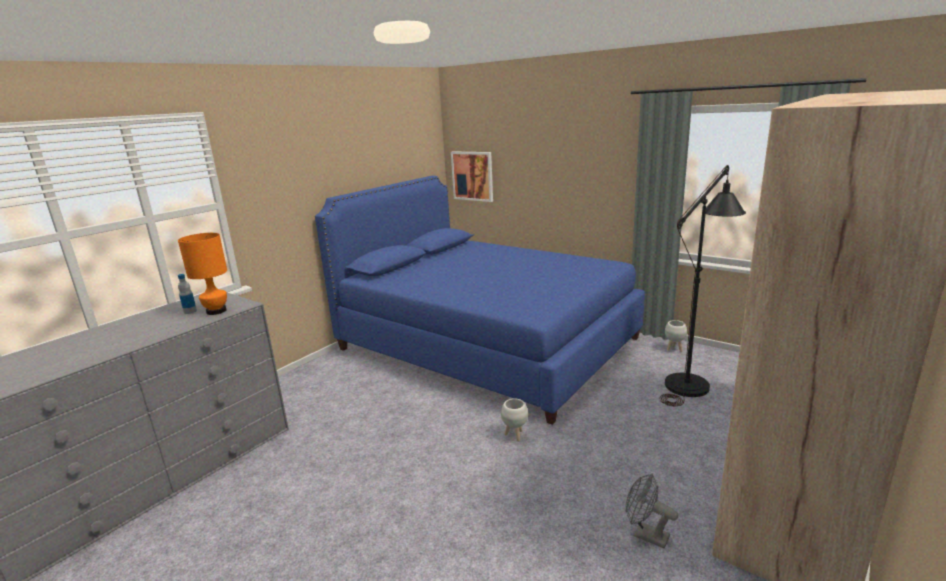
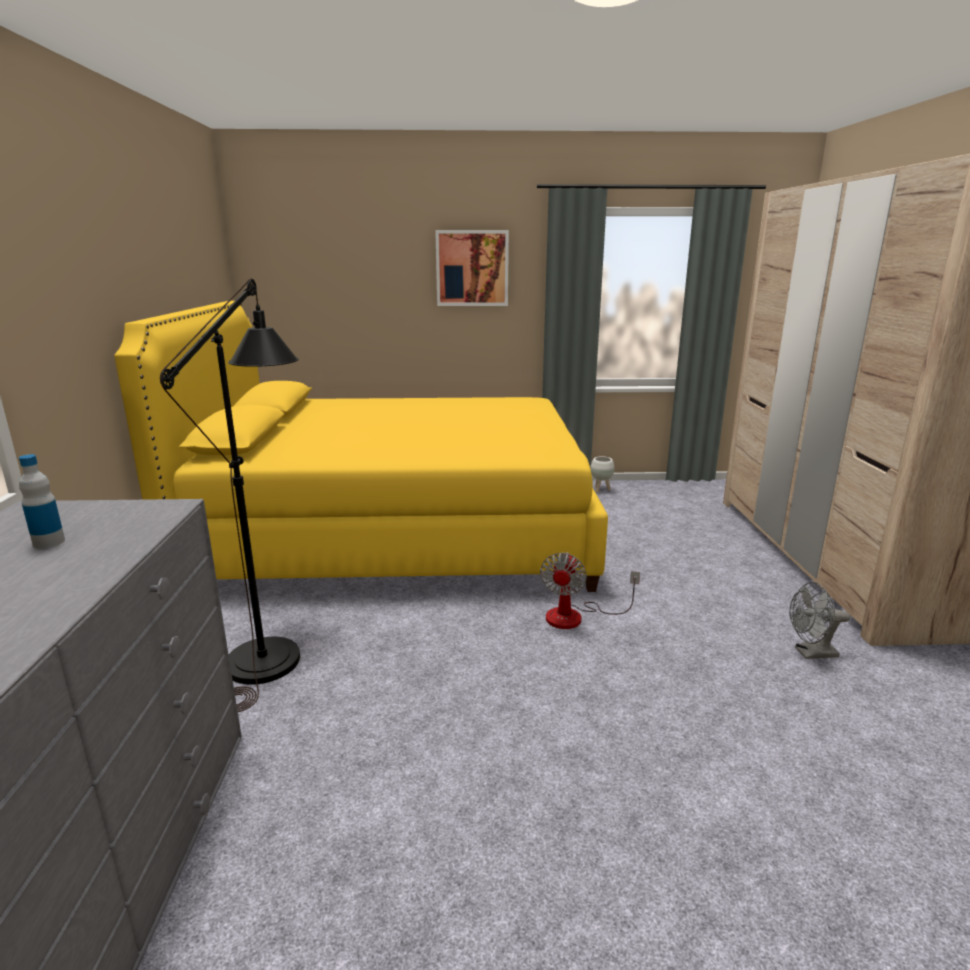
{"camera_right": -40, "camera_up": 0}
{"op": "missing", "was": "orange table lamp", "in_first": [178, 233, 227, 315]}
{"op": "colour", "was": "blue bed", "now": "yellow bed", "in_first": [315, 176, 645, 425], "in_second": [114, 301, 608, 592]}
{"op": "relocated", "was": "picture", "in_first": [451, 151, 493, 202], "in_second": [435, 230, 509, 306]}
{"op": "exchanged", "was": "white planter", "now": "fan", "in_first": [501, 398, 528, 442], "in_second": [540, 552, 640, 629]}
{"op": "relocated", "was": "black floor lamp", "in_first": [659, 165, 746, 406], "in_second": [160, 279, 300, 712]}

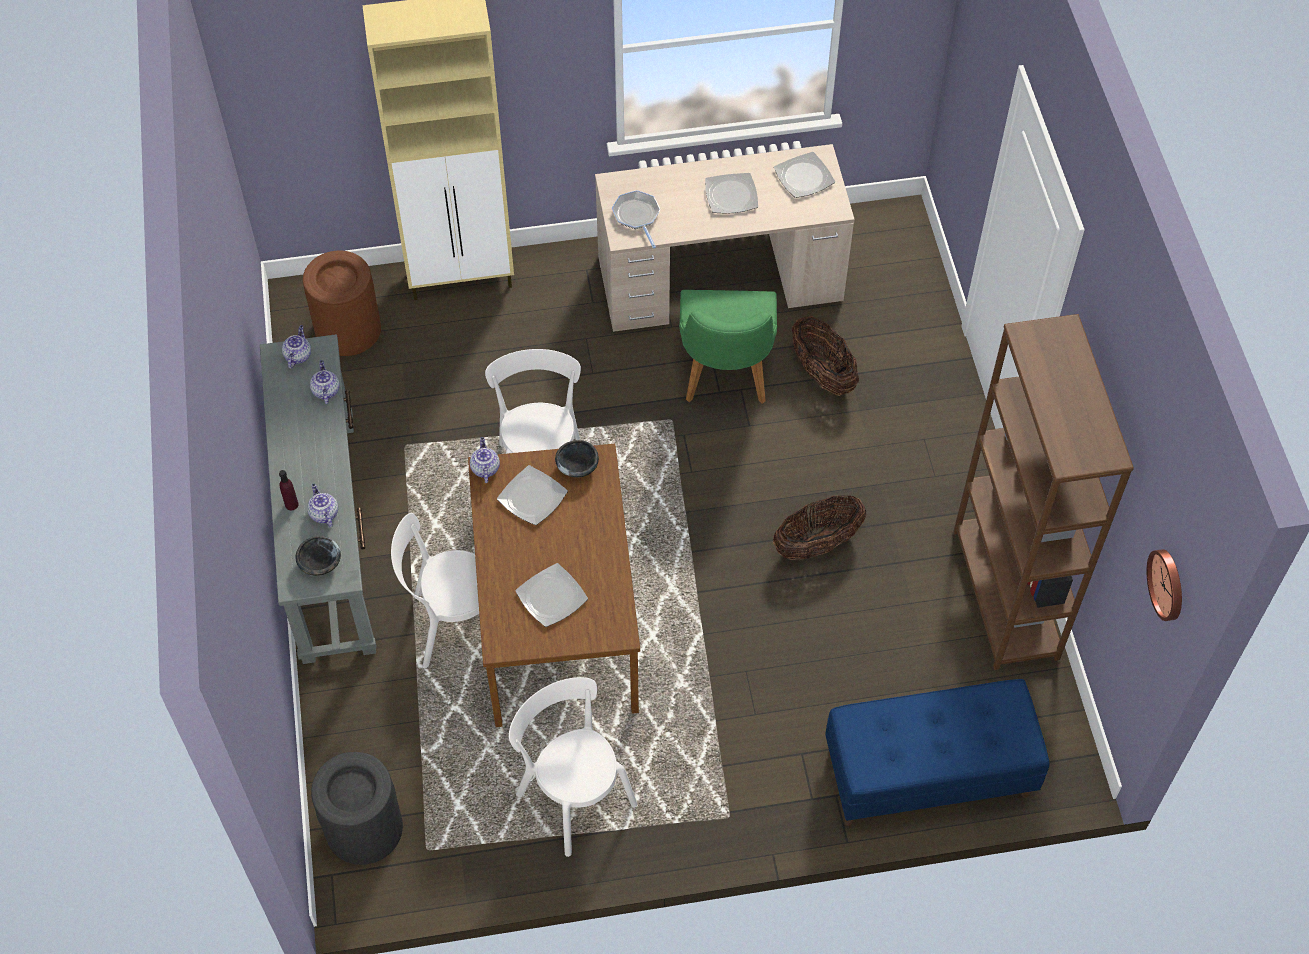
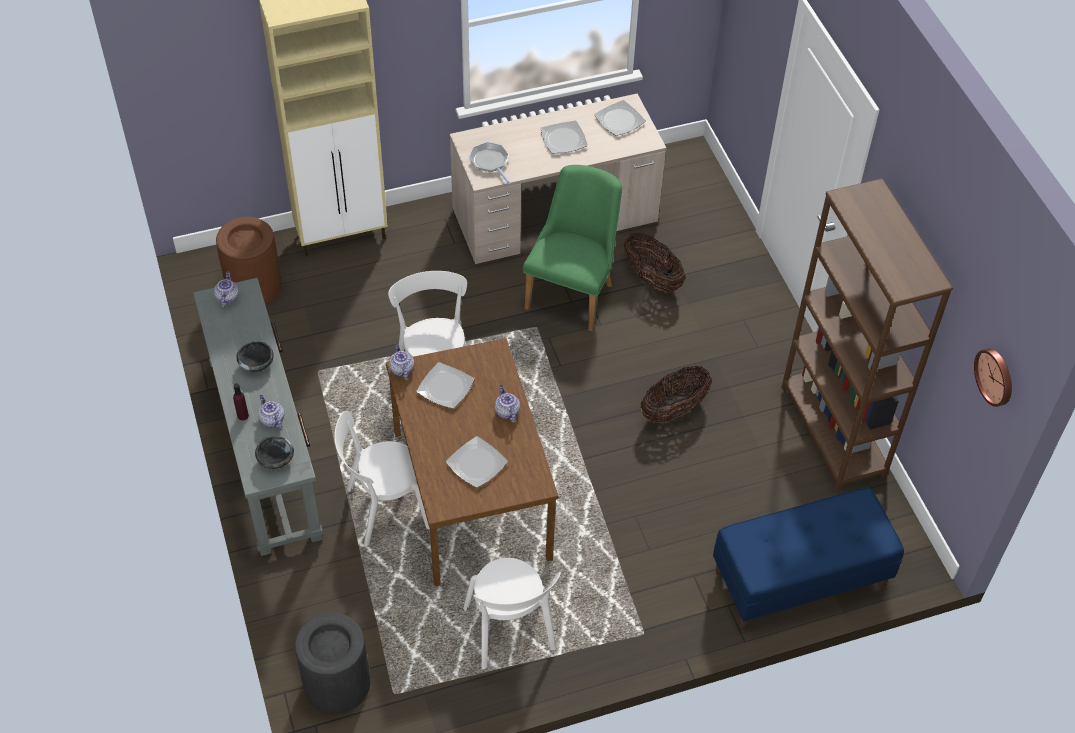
{"camera_right": -10, "camera_up": -5}
{"op": "relocated", "was": "teapot", "in_first": [310, 360, 340, 404], "in_second": [495, 385, 520, 423]}
{"op": "spun", "was": "white chair", "in_first": [509, 677, 637, 857], "in_second": [463, 558, 561, 669], "clockwise": -150}
{"op": "relocated", "was": "black bowl", "in_first": [555, 440, 599, 477], "in_second": [236, 341, 274, 372]}
{"op": "spun", "was": "green chair", "in_first": [679, 290, 777, 404], "in_second": [523, 165, 622, 331], "clockwise": -150}

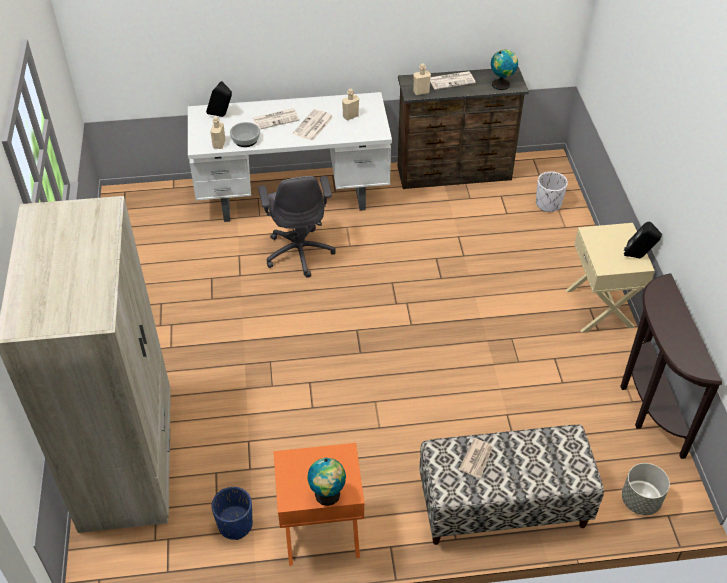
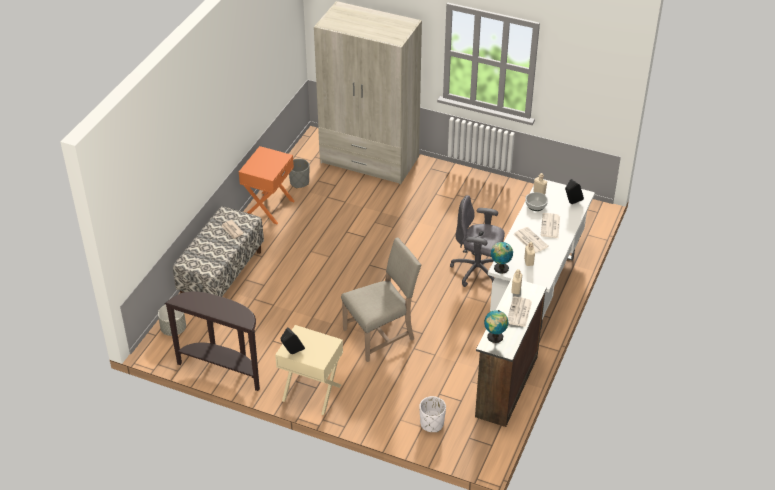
{"camera_right": 120, "camera_up": -5}
{"op": "colour", "was": "blue planter", "now": "grey planter", "in_first": [211, 487, 253, 540], "in_second": [289, 159, 309, 188]}
{"op": "relocated", "was": "globe", "in_first": [307, 458, 346, 506], "in_second": [491, 242, 513, 274]}
{"op": "appeared", "now": "beige chair", "in_second": [341, 238, 421, 362]}

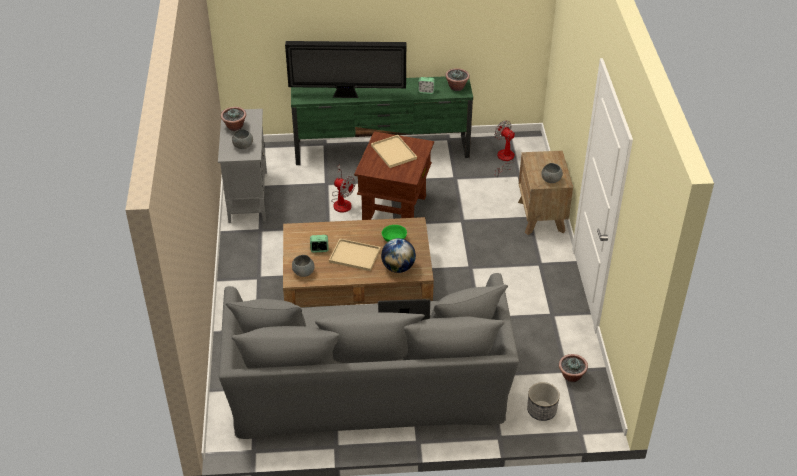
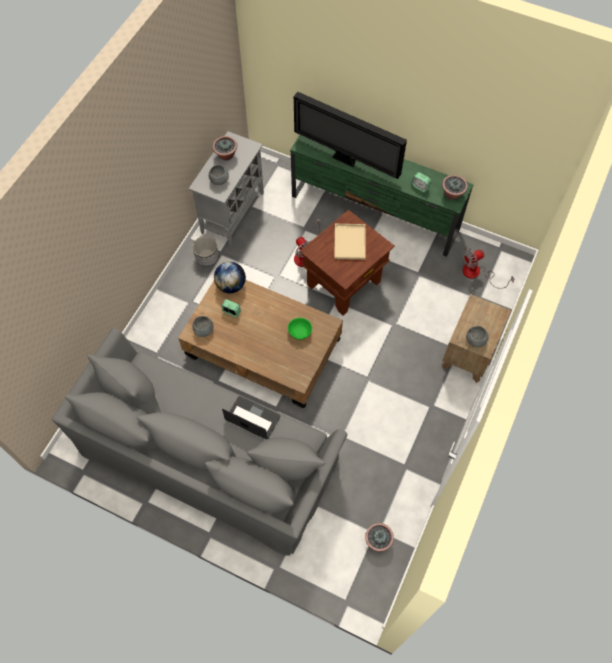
{"camera_right": 30, "camera_up": 20}
{"op": "missing", "was": "beige tray", "in_first": [329, 239, 381, 271]}
{"op": "relocated", "was": "globe", "in_first": [381, 238, 416, 273], "in_second": [214, 262, 246, 293]}
{"op": "spun", "was": "fan", "in_first": [494, 120, 515, 177], "in_second": [463, 248, 515, 289], "clockwise": -105}
{"op": "relocated", "was": "planter", "in_first": [527, 382, 560, 421], "in_second": [192, 236, 218, 266]}

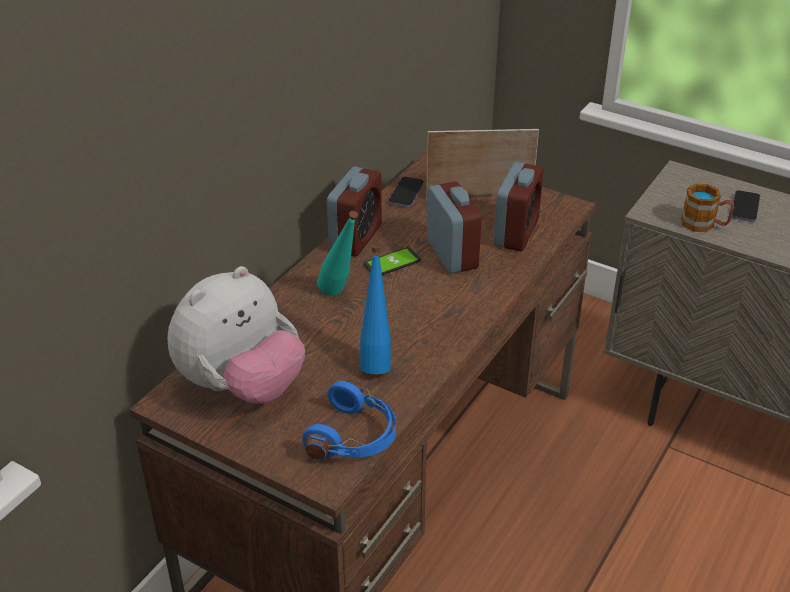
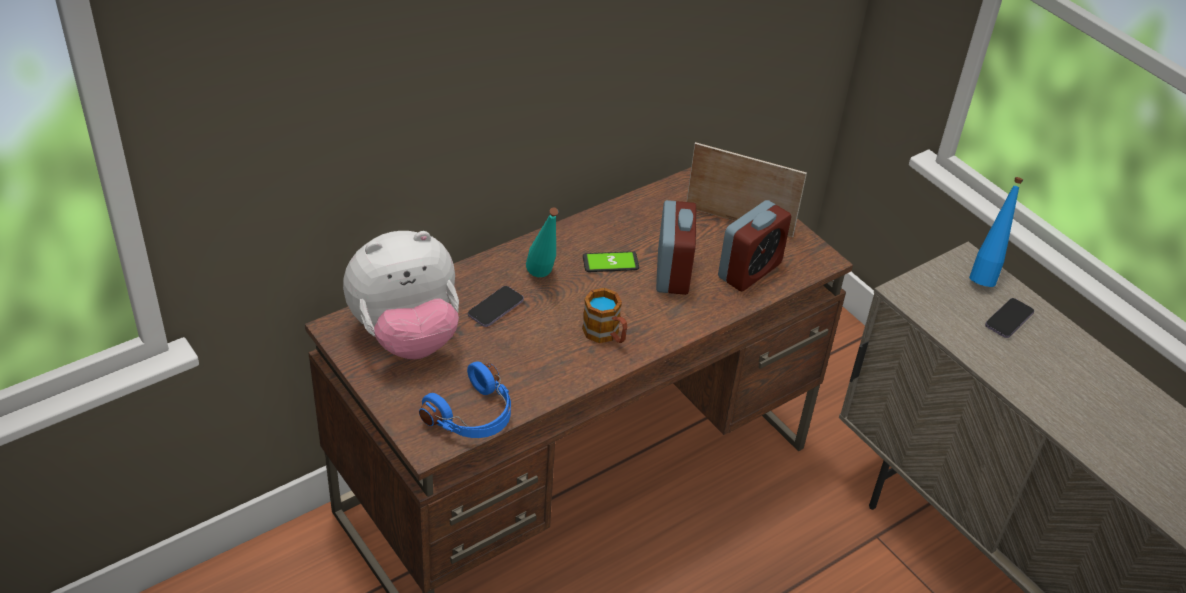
{"camera_right": 20, "camera_up": 5}
{"op": "missing", "was": "alarm clock", "in_first": [327, 167, 382, 257]}
{"op": "relocated", "was": "blue bottle", "in_first": [360, 246, 391, 374], "in_second": [969, 177, 1023, 287]}
{"op": "relocated", "was": "phone", "in_first": [389, 177, 424, 207], "in_second": [468, 286, 524, 327]}
{"op": "relocated", "was": "mug", "in_first": [681, 184, 734, 232], "in_second": [582, 288, 627, 343]}

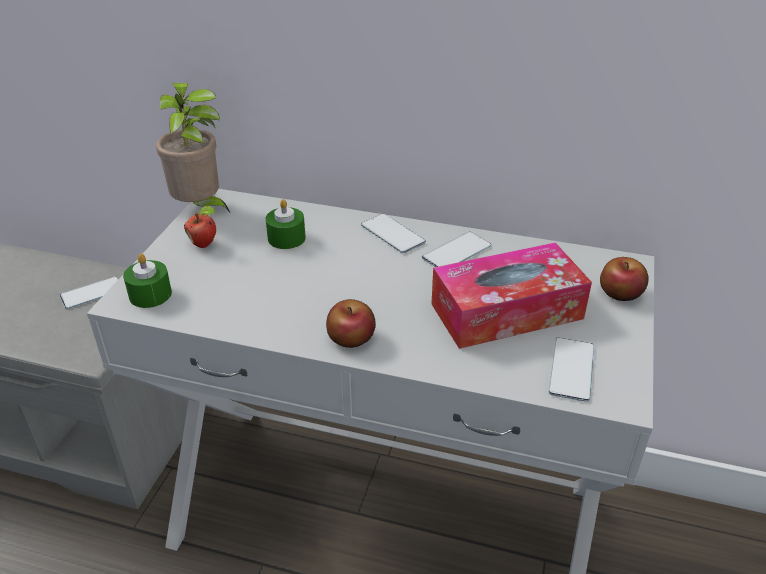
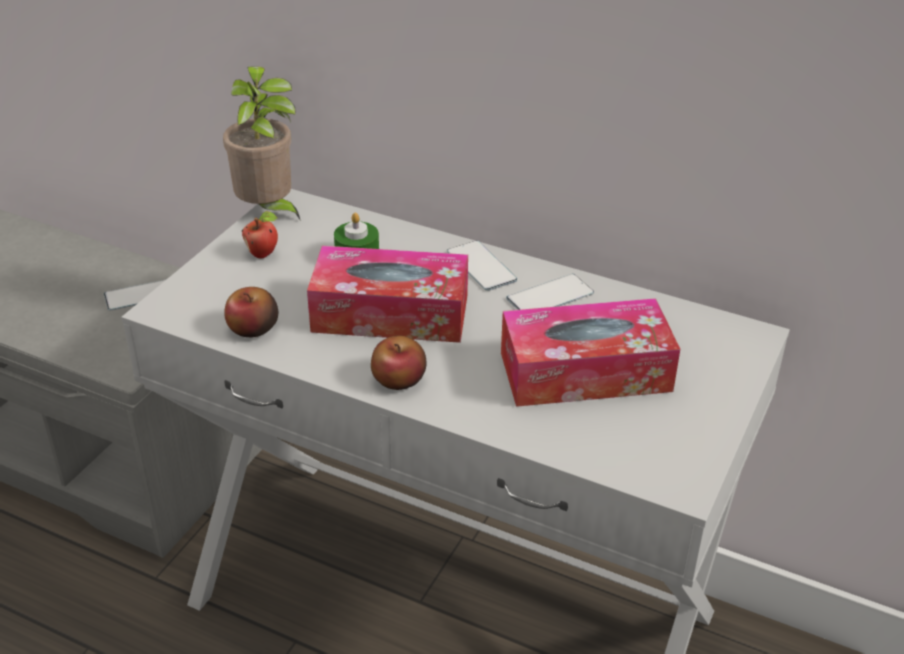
{"camera_right": 10, "camera_up": 0}
{"op": "missing", "was": "green candle", "in_first": [123, 253, 172, 308]}
{"op": "missing", "was": "phone", "in_first": [548, 337, 594, 402]}
{"op": "relocated", "was": "apple", "in_first": [600, 257, 649, 301], "in_second": [224, 287, 278, 337]}
{"op": "appeared", "now": "tissue box", "in_second": [307, 246, 468, 343]}

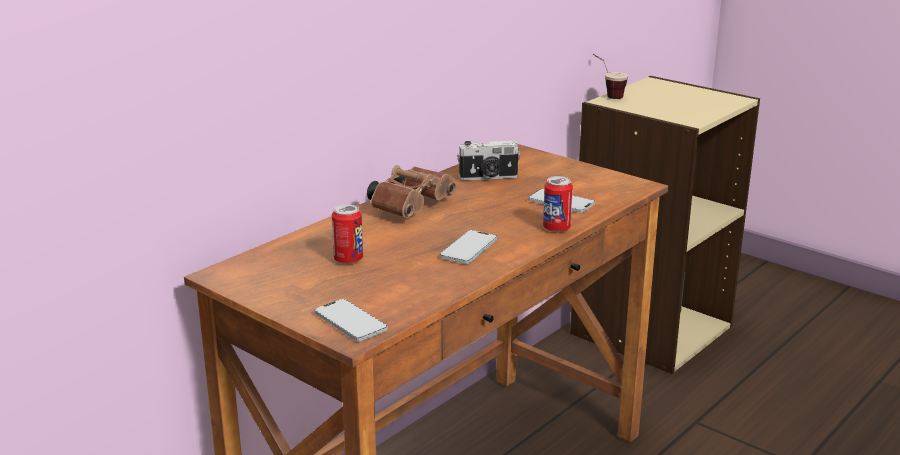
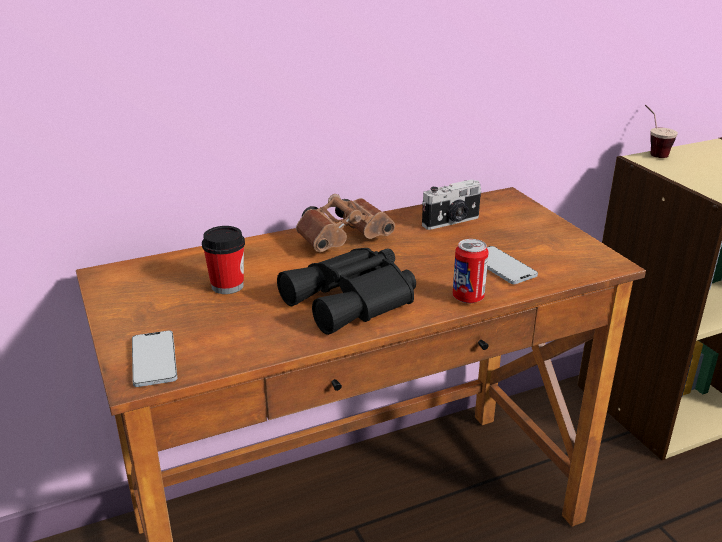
{"camera_right": 25, "camera_up": 5}
{"op": "exchanged", "was": "can", "now": "cup", "in_first": [332, 204, 363, 264], "in_second": [202, 226, 245, 294]}
{"op": "exchanged", "was": "phone", "now": "black binoculars", "in_first": [439, 230, 497, 264], "in_second": [277, 248, 416, 335]}
{"op": "spun", "was": "photo camera", "in_first": [457, 141, 520, 180], "in_second": [422, 179, 481, 230], "clockwise": -45}

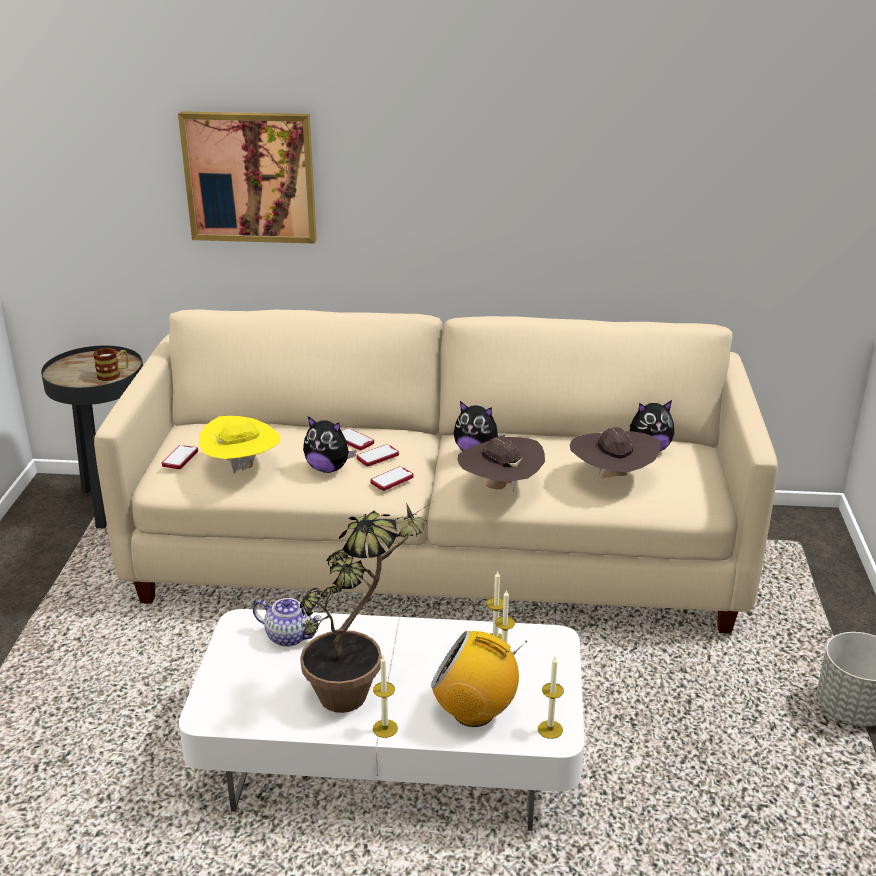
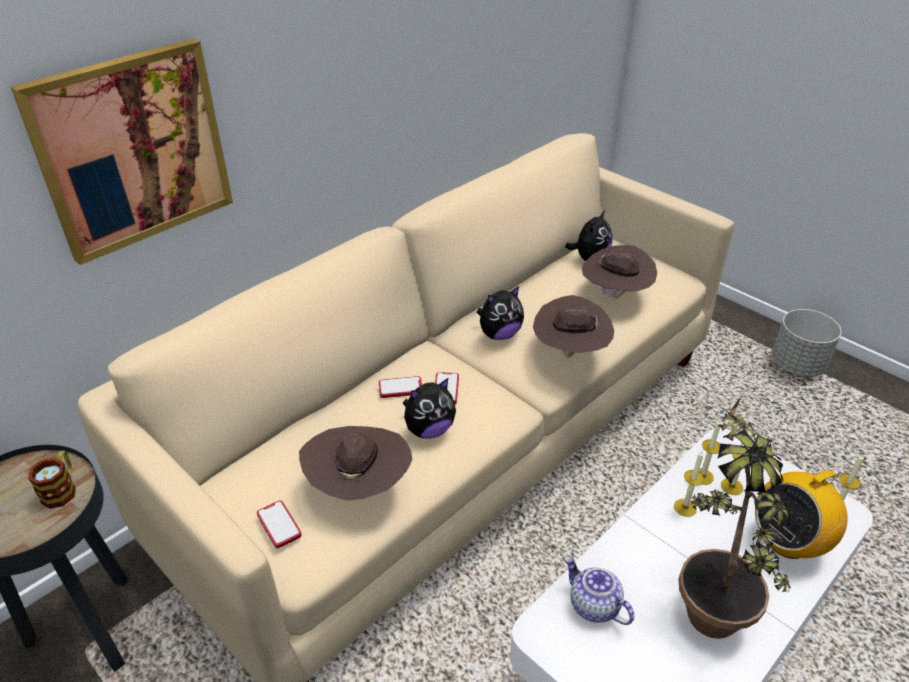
{"camera_right": -50, "camera_up": 10}
{"op": "colour", "was": "yellow hat", "now": "brown hat", "in_first": [199, 416, 280, 474], "in_second": [299, 426, 412, 501]}
{"op": "spun", "was": "teapot", "in_first": [253, 598, 322, 647], "in_second": [565, 556, 634, 625], "clockwise": -105}
{"op": "missing", "was": "phone", "in_first": [370, 466, 414, 491]}
{"op": "relocated", "was": "candle", "in_first": [373, 656, 398, 738], "in_second": [674, 451, 704, 517]}

